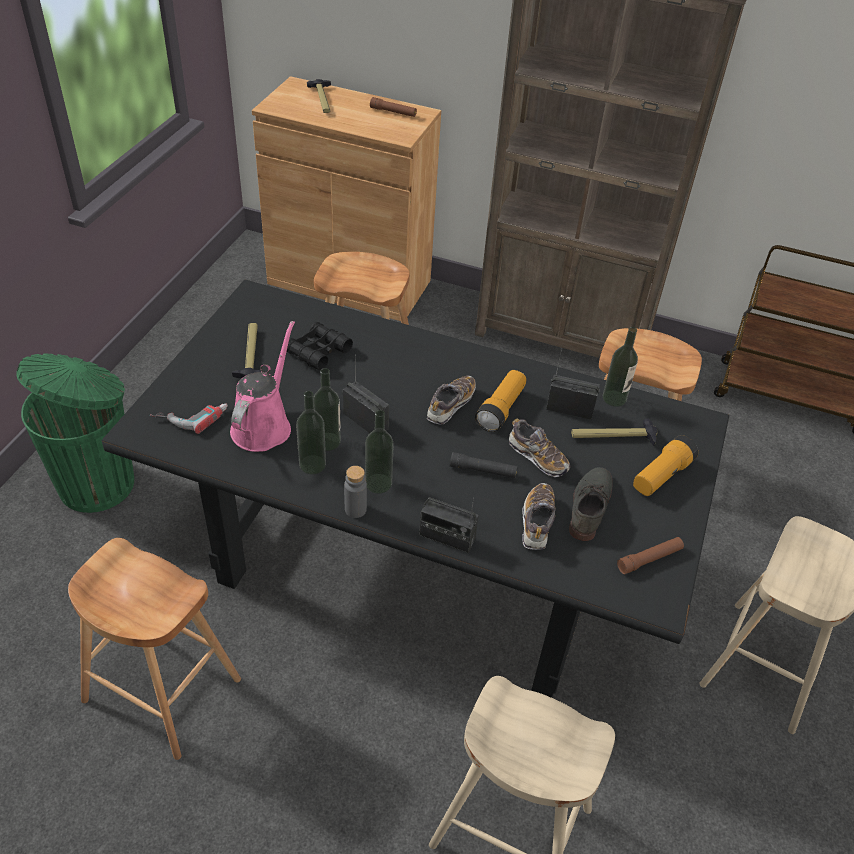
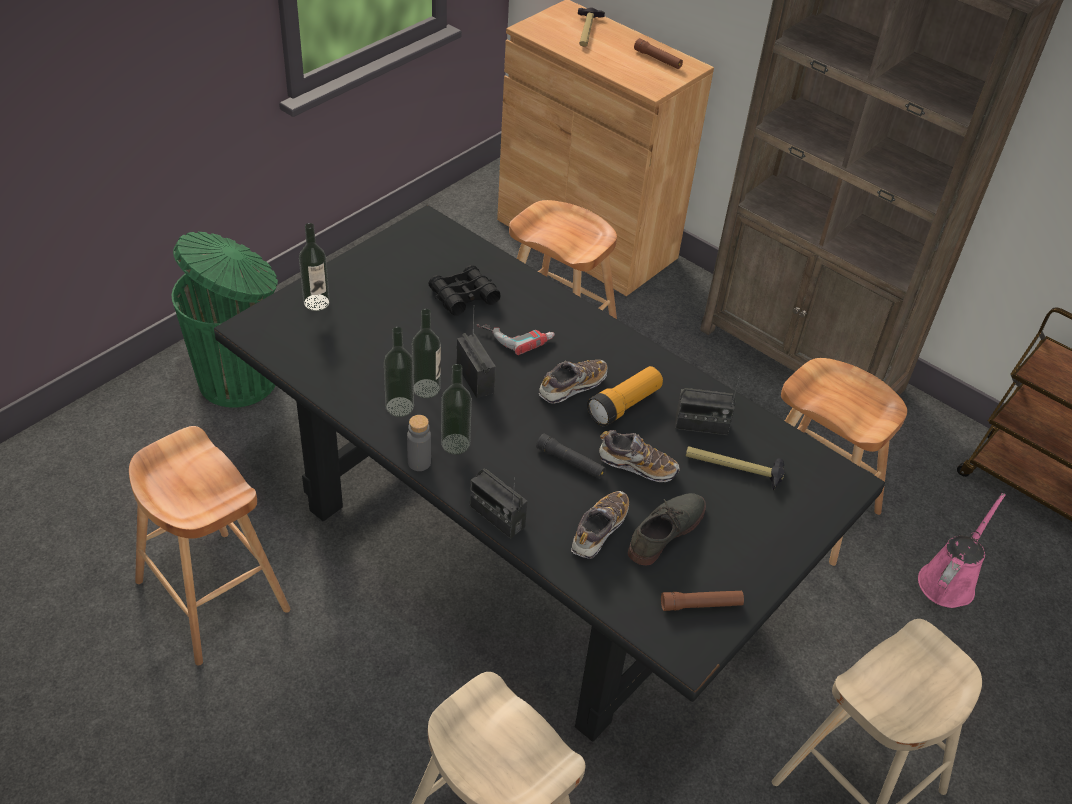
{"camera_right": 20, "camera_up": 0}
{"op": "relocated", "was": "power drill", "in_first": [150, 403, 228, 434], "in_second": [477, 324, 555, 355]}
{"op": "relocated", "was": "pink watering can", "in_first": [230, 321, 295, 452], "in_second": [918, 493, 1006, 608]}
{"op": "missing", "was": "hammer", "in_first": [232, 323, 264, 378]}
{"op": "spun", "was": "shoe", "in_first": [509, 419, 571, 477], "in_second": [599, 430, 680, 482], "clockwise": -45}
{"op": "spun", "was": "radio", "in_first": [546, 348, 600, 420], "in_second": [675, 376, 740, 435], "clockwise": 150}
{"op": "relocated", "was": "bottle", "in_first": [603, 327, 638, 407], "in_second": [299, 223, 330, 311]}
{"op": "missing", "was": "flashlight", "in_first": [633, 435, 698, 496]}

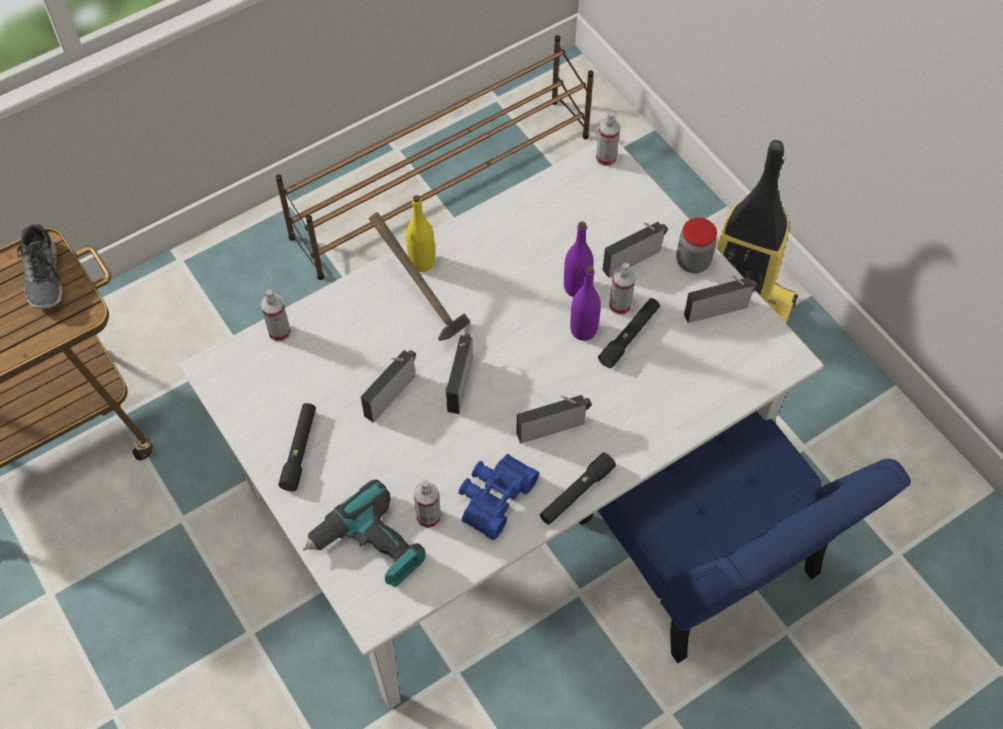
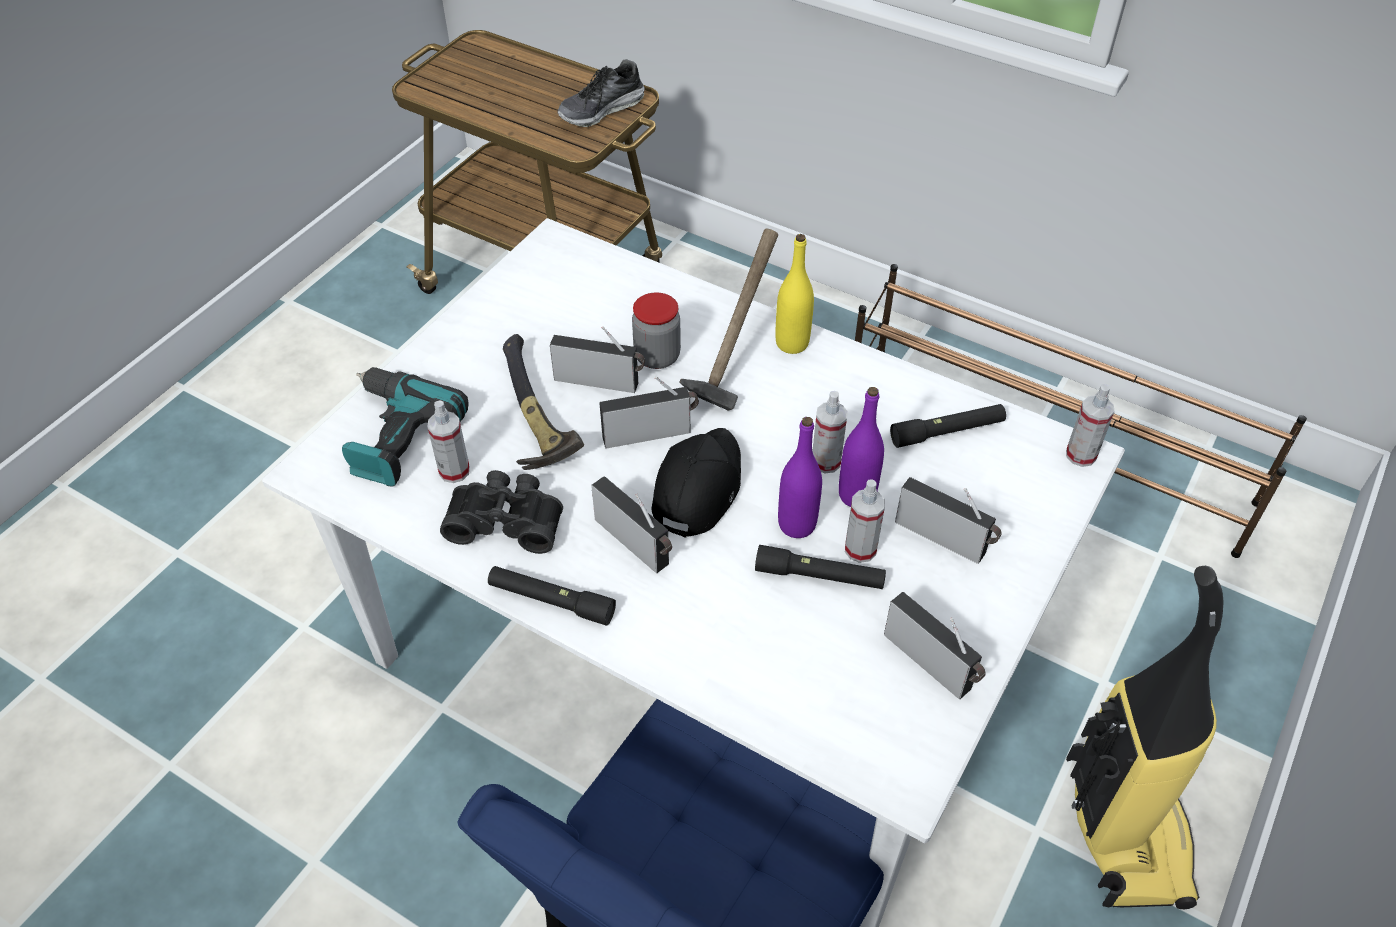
{"camera_right": 65, "camera_up": -10}
{"op": "relocated", "was": "spray bottle", "in_first": [260, 289, 291, 341], "in_second": [812, 391, 848, 473]}
{"op": "relocated", "was": "black flashlight", "in_first": [278, 403, 316, 491], "in_second": [890, 404, 1006, 448]}
{"op": "colour", "was": "blue binoculars", "now": "black binoculars", "in_first": [459, 454, 539, 540], "in_second": [440, 470, 563, 554]}
{"op": "relocated", "was": "jar", "in_first": [676, 218, 717, 273], "in_second": [632, 292, 681, 369]}
{"op": "appeared", "now": "hammer", "in_second": [503, 334, 584, 470]}
{"op": "appeared", "now": "black cap", "in_second": [652, 428, 741, 538]}

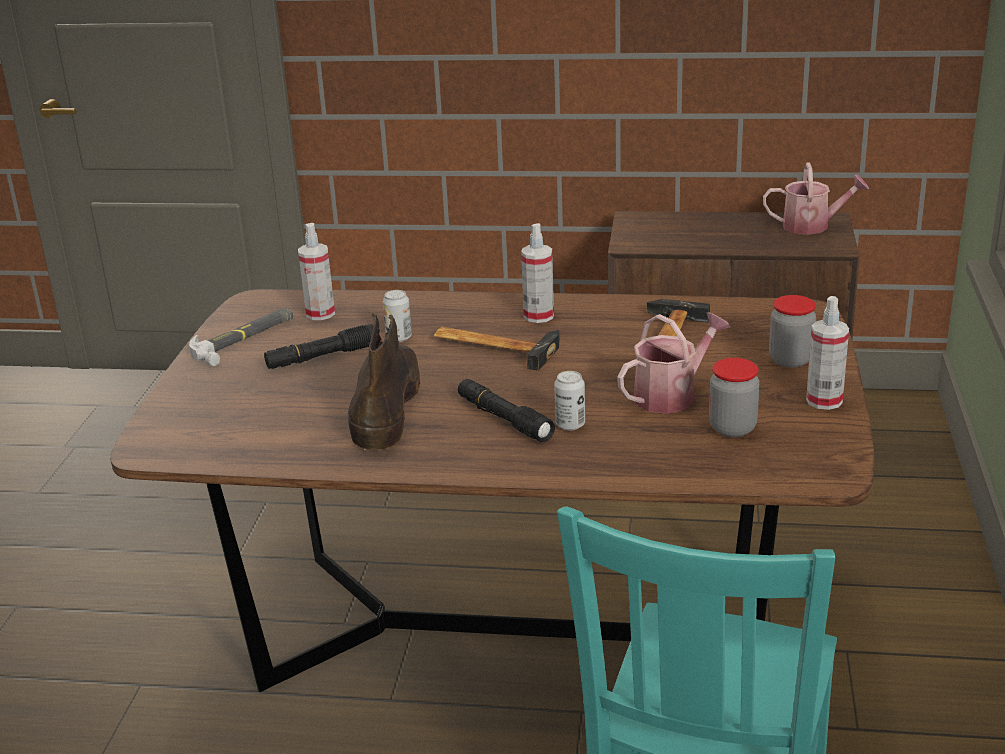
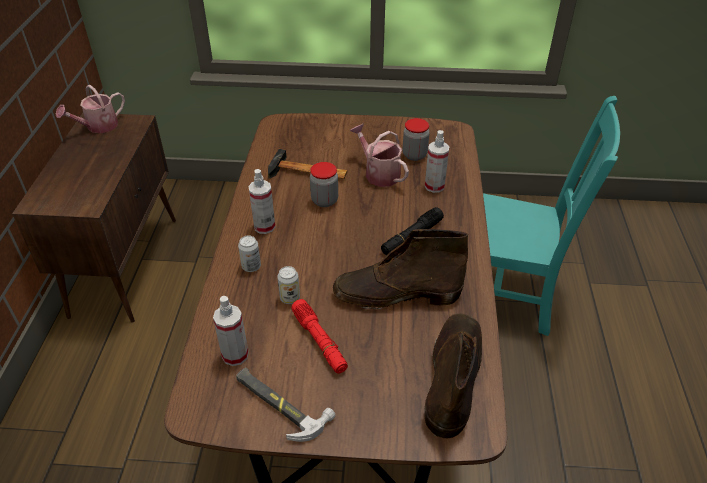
{"camera_right": -95, "camera_up": 15}
{"op": "colour", "was": "black flashlight", "now": "red flashlight", "in_first": [264, 324, 374, 369], "in_second": [291, 299, 348, 374]}
{"op": "missing", "was": "hammer", "in_first": [434, 327, 560, 371]}
{"op": "relocated", "was": "can", "in_first": [554, 371, 585, 431], "in_second": [238, 235, 261, 272]}
{"op": "spun", "was": "watering can", "in_first": [763, 163, 869, 235], "in_second": [56, 85, 125, 133], "clockwise": -135}
{"op": "relocated", "was": "jar", "in_first": [769, 295, 816, 368], "in_second": [310, 162, 338, 207]}
{"op": "relocated", "was": "spray bottle", "in_first": [806, 296, 849, 410], "in_second": [425, 130, 449, 193]}
{"op": "appeared", "now": "brown boot", "in_second": [424, 313, 482, 438]}

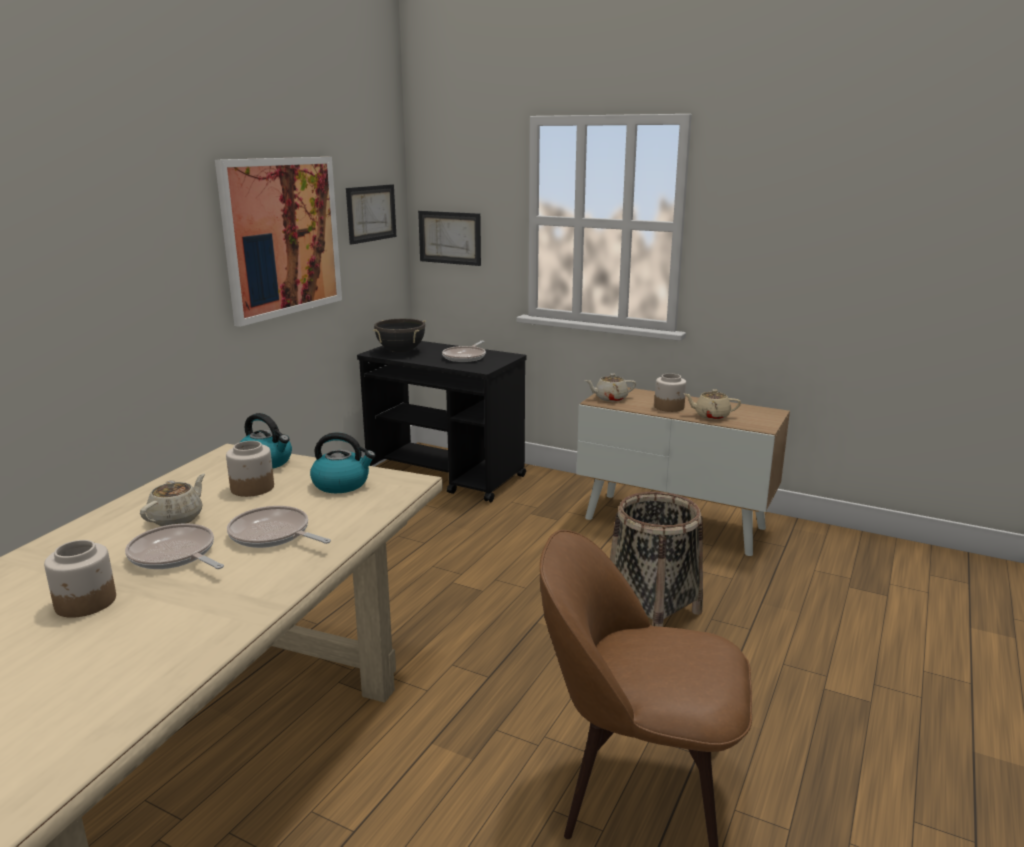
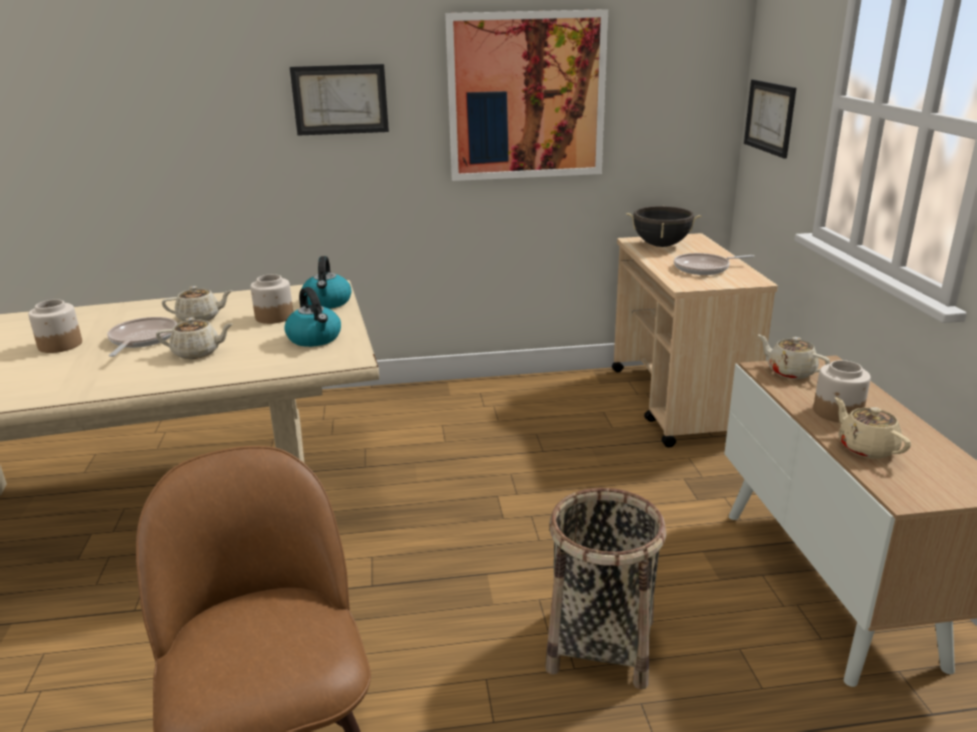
{"camera_right": 55, "camera_up": 5}
{"op": "exchanged", "was": "frying pan", "now": "beige teapot", "in_first": [227, 506, 331, 548], "in_second": [156, 317, 233, 359]}
{"op": "relocated", "was": "picture", "in_first": [346, 184, 396, 245], "in_second": [290, 64, 389, 136]}
{"op": "colour", "was": "black cart", "now": "beige cart", "in_first": [357, 341, 526, 502], "in_second": [612, 233, 778, 448]}

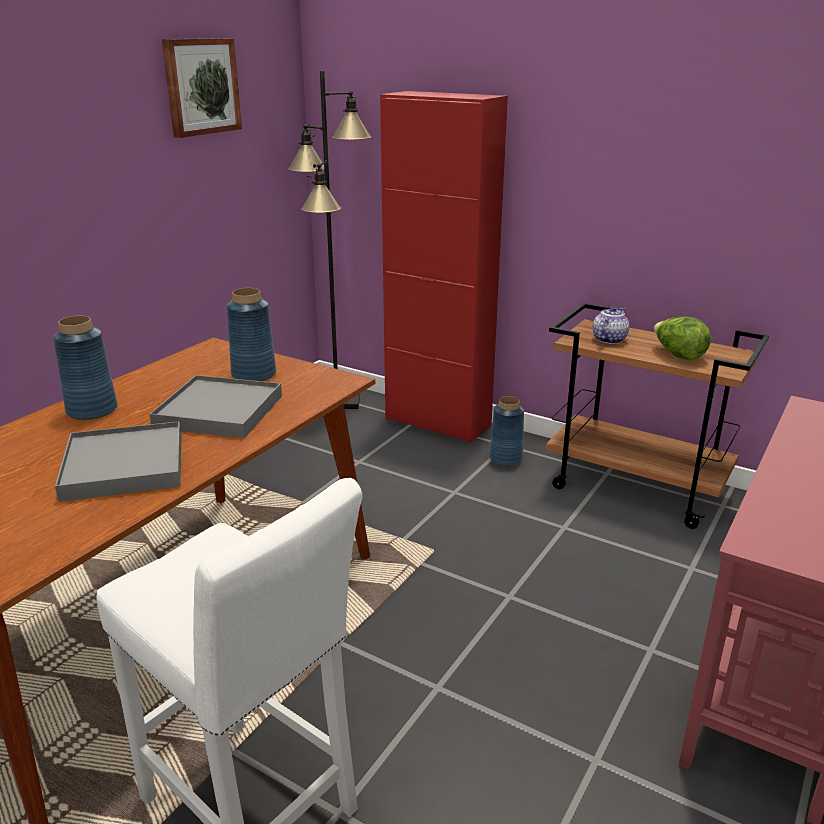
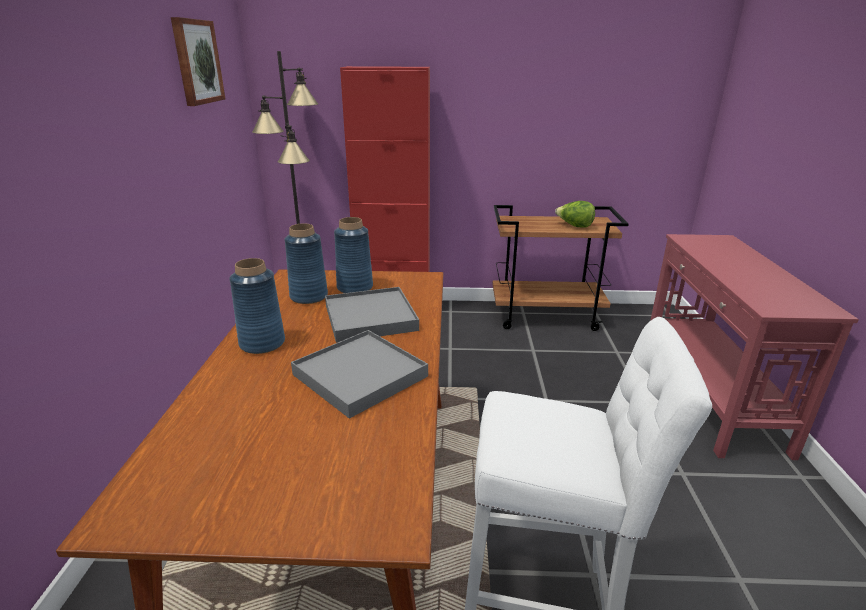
{"camera_right": -30, "camera_up": 0}
{"op": "relocated", "was": "blue vase", "in_first": [489, 396, 524, 466], "in_second": [285, 224, 328, 304]}
{"op": "missing", "was": "teapot", "in_first": [593, 306, 629, 344]}

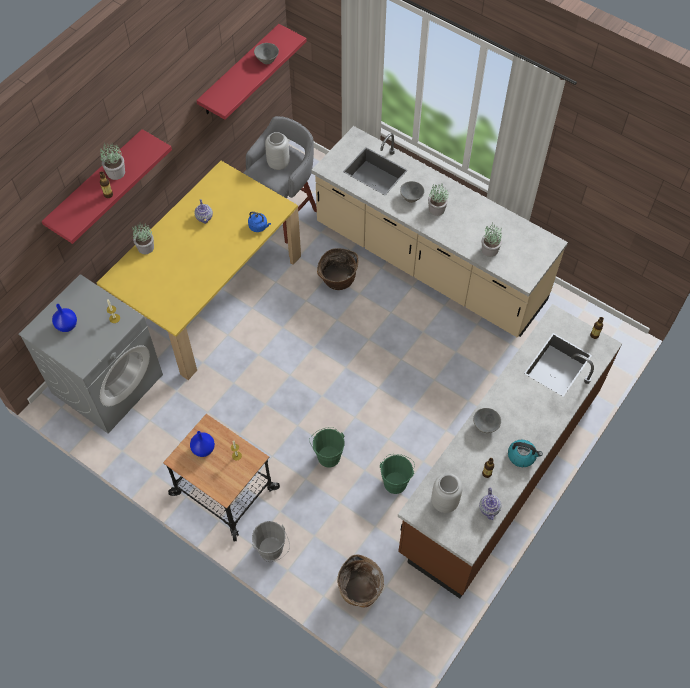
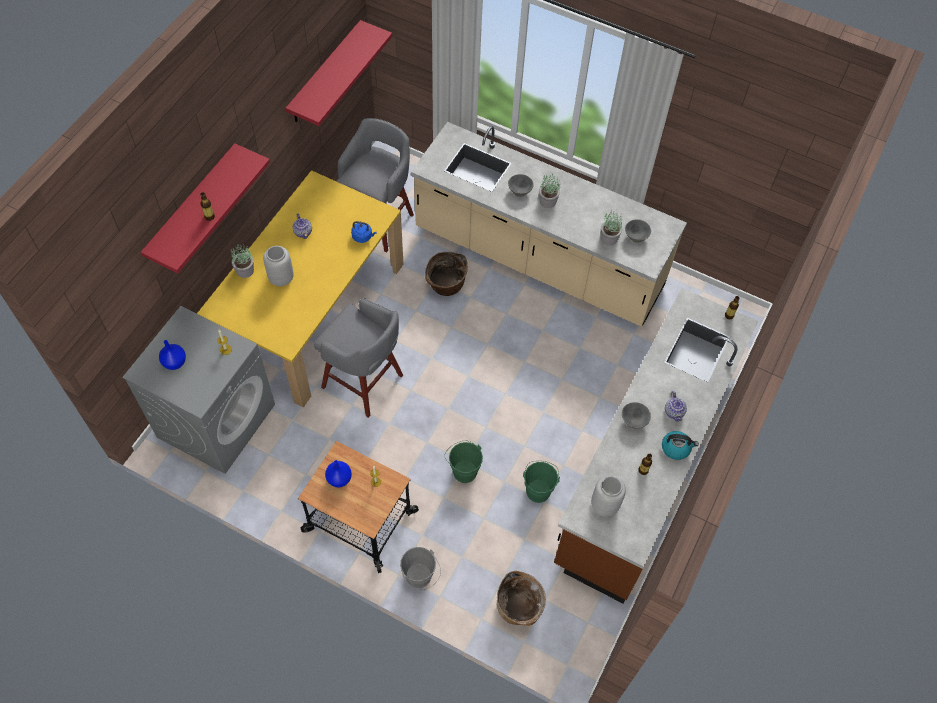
{"camera_right": -10, "camera_up": 0}
{"op": "missing", "was": "potted plant", "in_first": [100, 142, 125, 180]}
{"op": "relocated", "was": "grey bowl", "in_first": [254, 43, 279, 64], "in_second": [625, 219, 651, 243]}
{"op": "relocated", "was": "grey vase", "in_first": [265, 132, 290, 170], "in_second": [263, 246, 294, 286]}
{"op": "relocated", "was": "teapot", "in_first": [479, 488, 501, 520], "in_second": [665, 391, 687, 422]}
{"op": "appeared", "now": "grey stool", "in_second": [314, 298, 403, 418]}

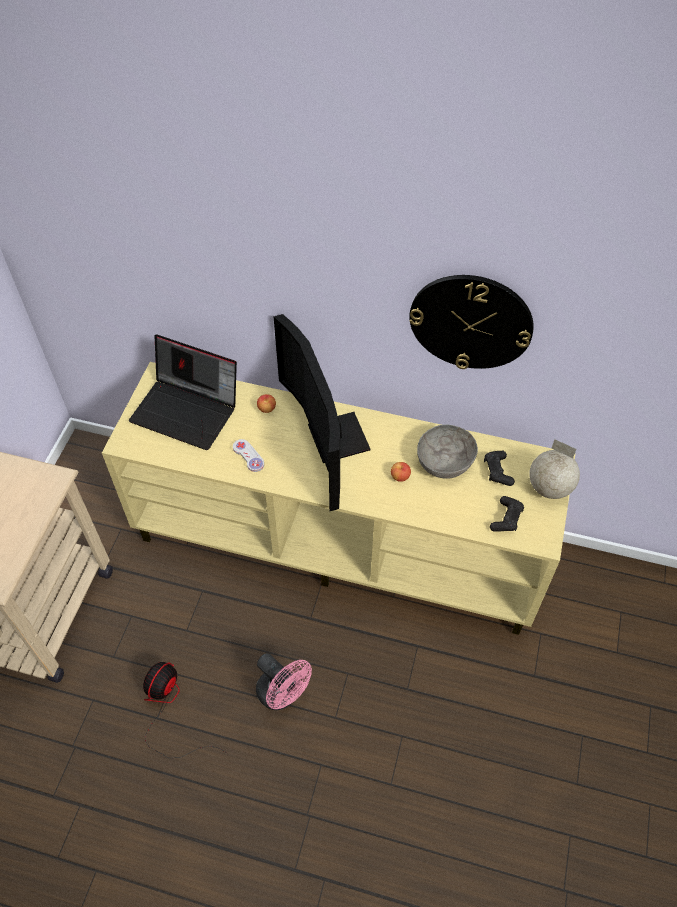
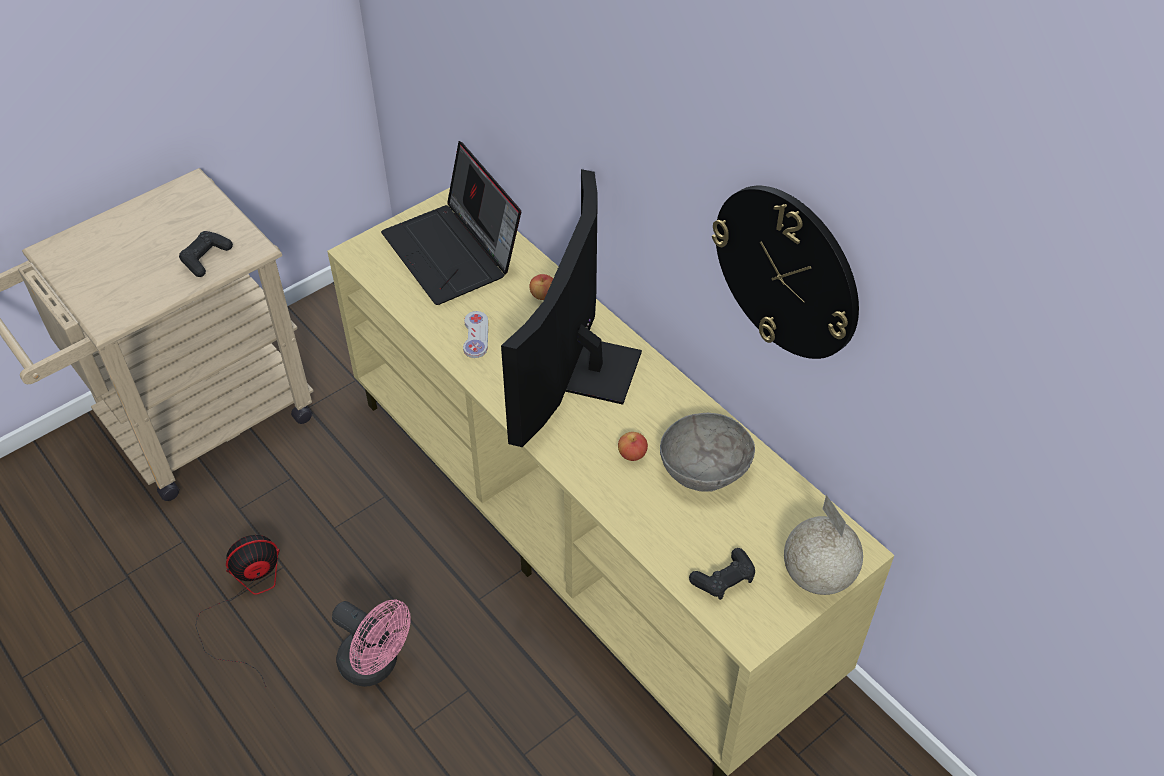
{"camera_right": 35, "camera_up": -5}
{"op": "spun", "was": "pink fan", "in_first": [256, 653, 312, 710], "in_second": [332, 599, 411, 687], "clockwise": -45}
{"op": "relocated", "was": "black game controller", "in_first": [484, 451, 515, 486], "in_second": [179, 231, 233, 277]}

